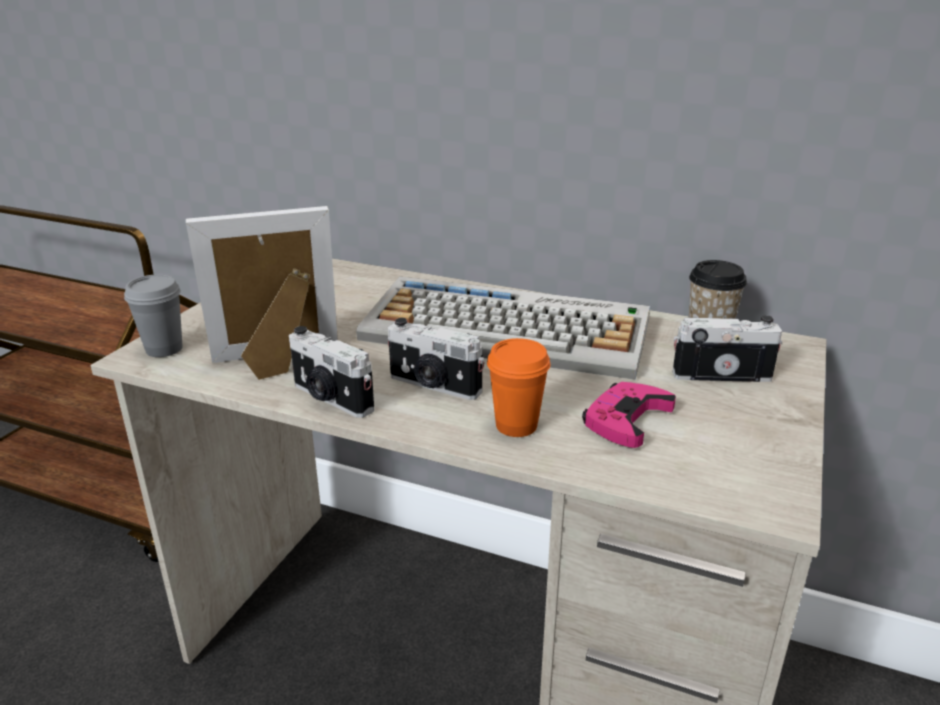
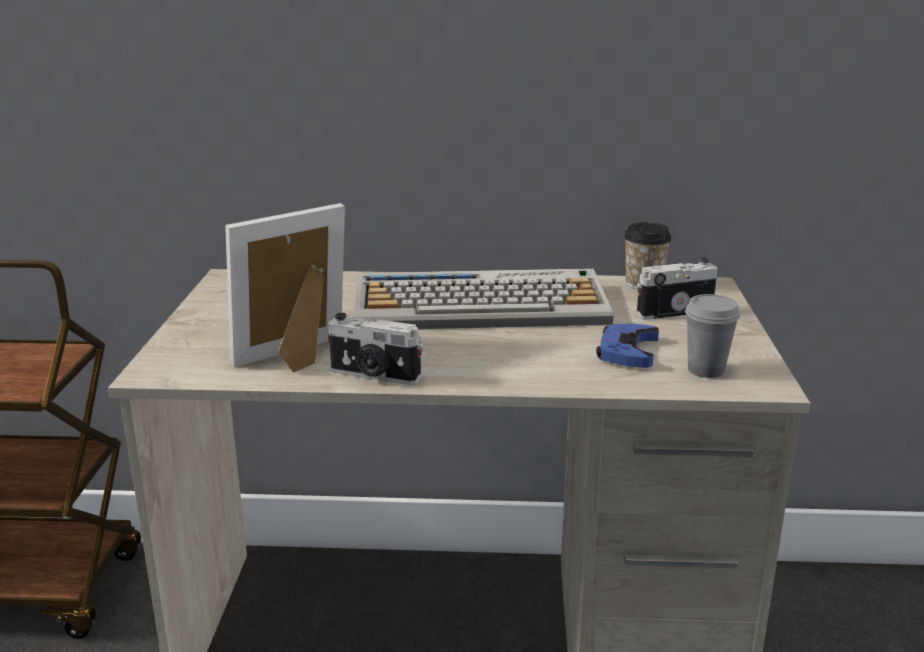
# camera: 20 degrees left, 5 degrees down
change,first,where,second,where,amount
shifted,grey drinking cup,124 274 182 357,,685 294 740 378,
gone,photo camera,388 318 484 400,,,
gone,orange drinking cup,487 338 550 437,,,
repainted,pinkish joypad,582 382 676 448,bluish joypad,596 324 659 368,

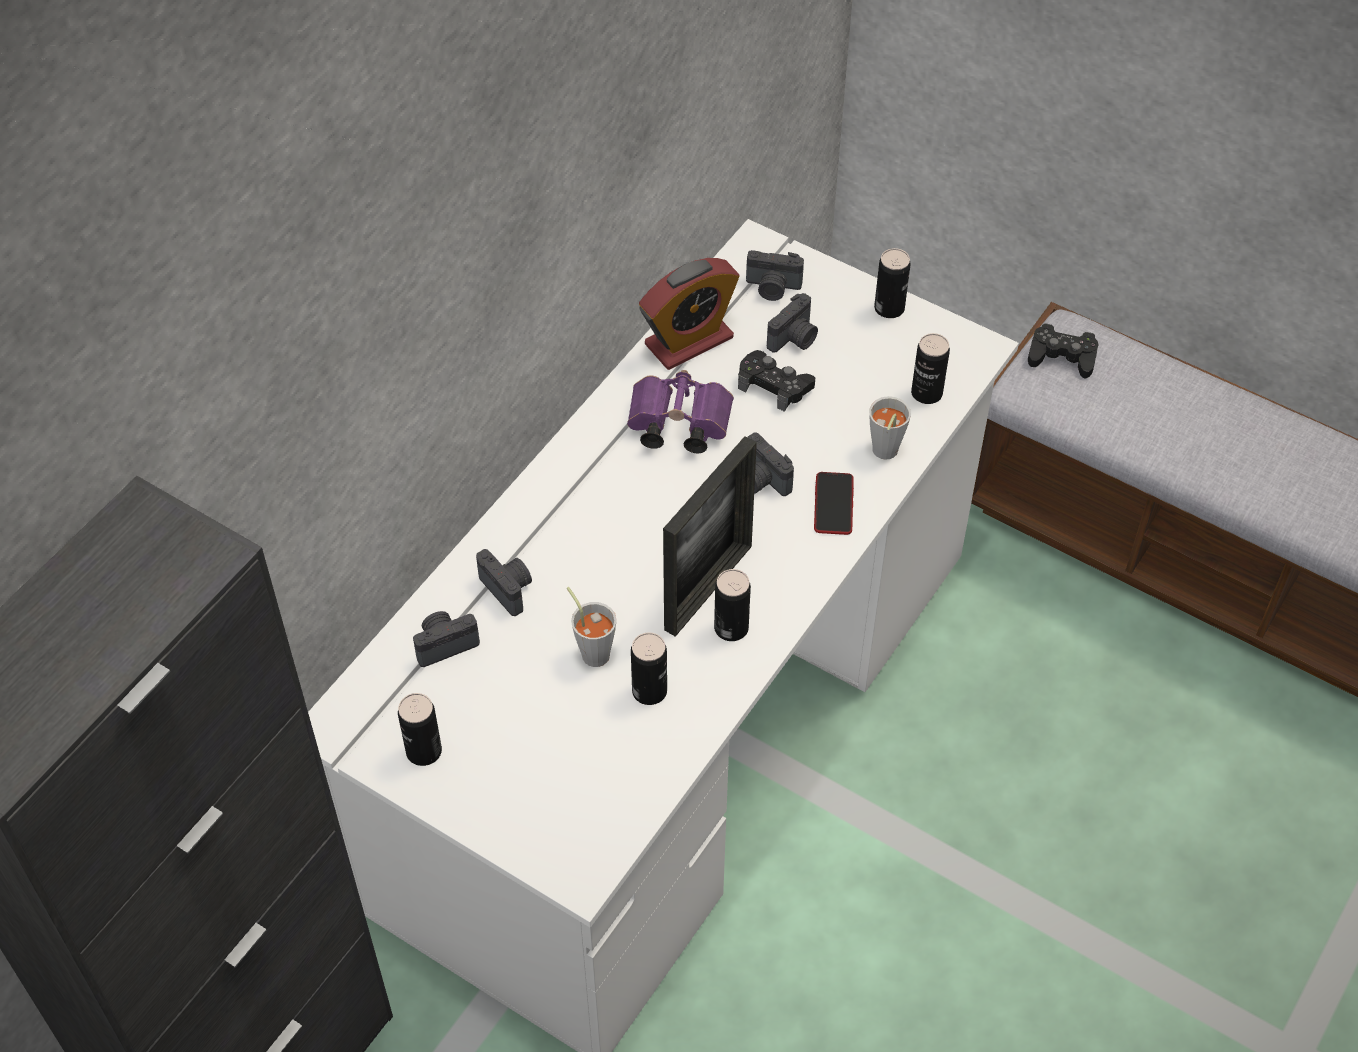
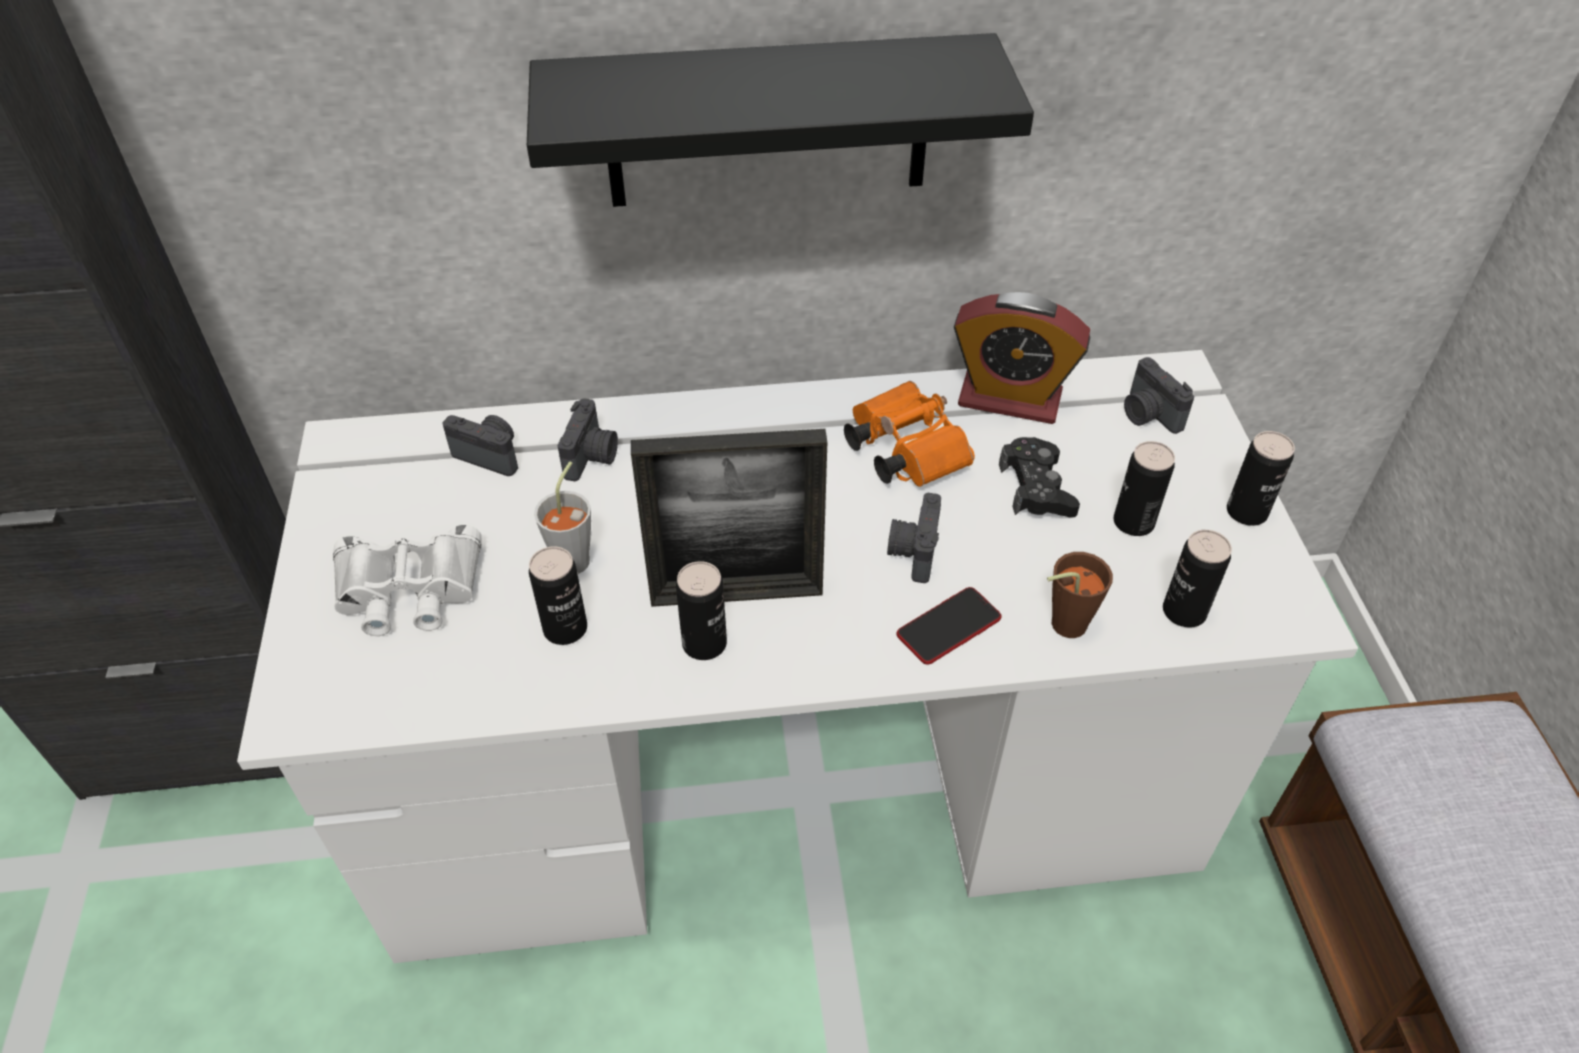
# camera: 50 degrees right, 5 degrees down
change,first,where,second,where,amount
shifted,metal can,398 693 442 766,,1113 441 1175 536,
repainted,purple field glasses,627 370 734 453,orange field glasses,844 381 975 487,
gone,photo camera,767 293 818 353,,,
repainted,grey drinking cup,869 396 911 460,brownish drinking cup,1047 552 1113 638,
gone,black-coloured joypad,1028 323 1098 379,,,
new,,,white field glasses,333 525 482 636,
new,,,black-coloured shelf,527 33 1034 207,

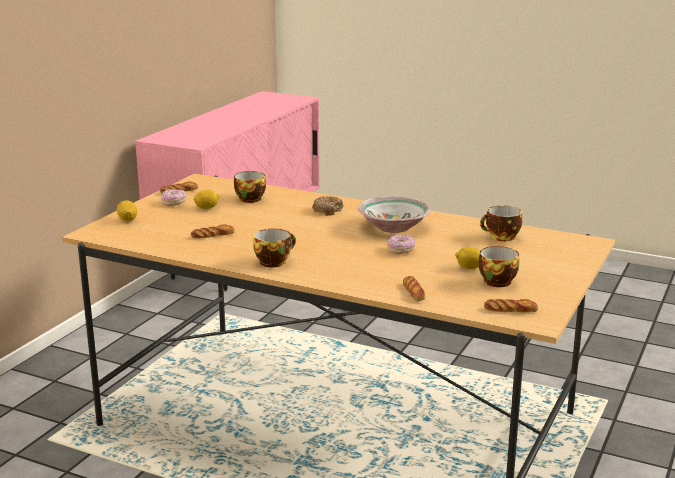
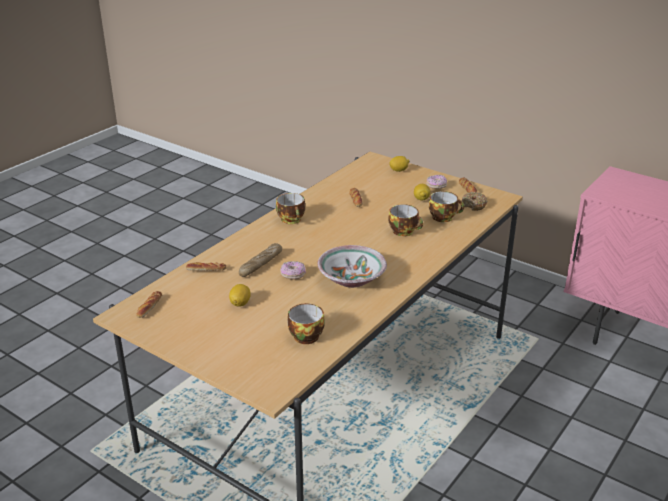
# camera: 100 degrees right, 10 degrees up
change,first,where,second,where,amount
shifted,doughnut,312 196 343 216,,462 192 488 211,
shifted,drinking cup,479 246 519 287,,388 204 423 237,
new,,,bread,239 243 282 277,

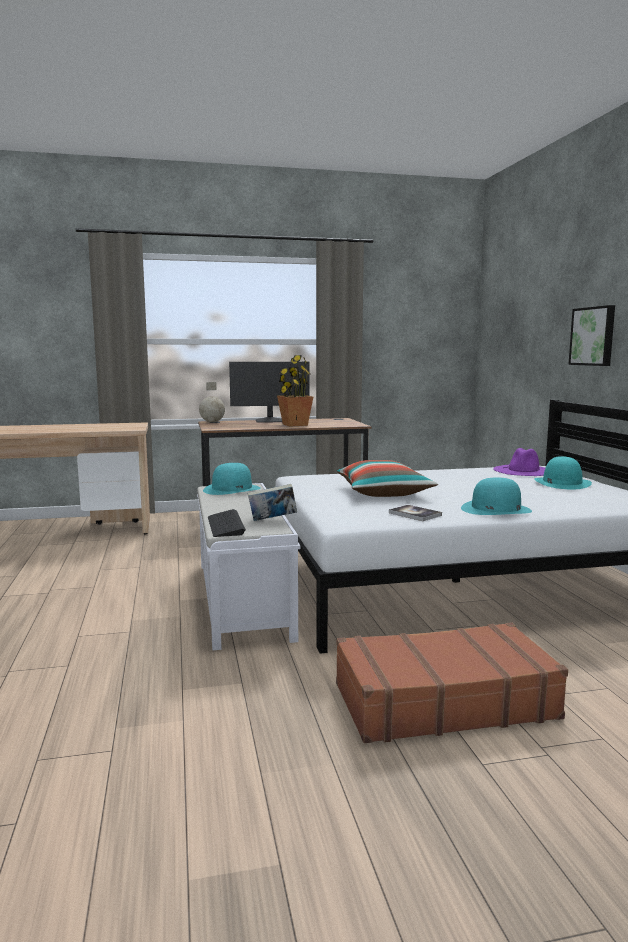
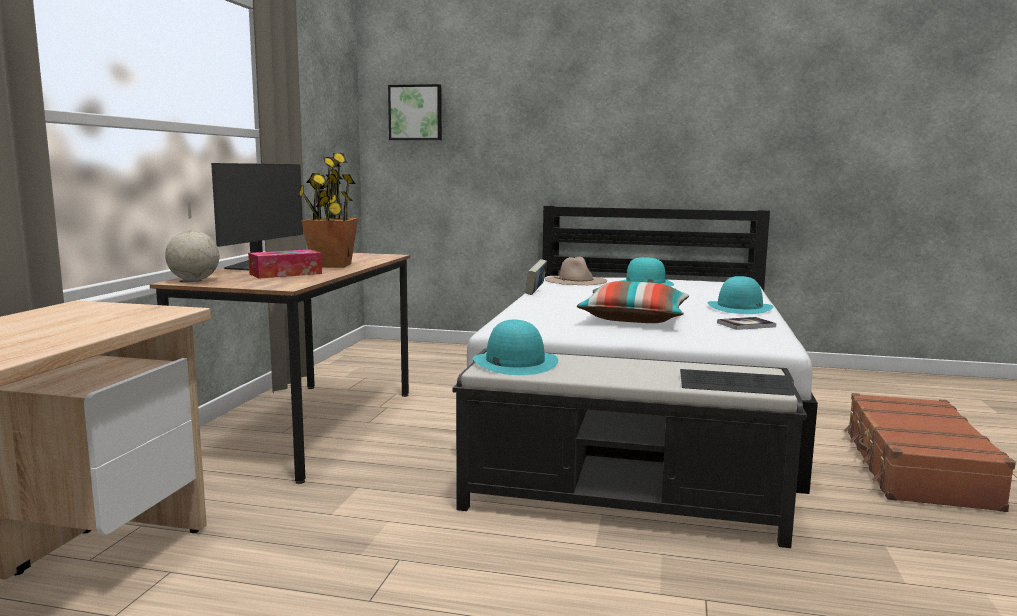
# camera: 65 degrees left, 0 degrees up
change,first,where,second,where,amount
repainted,white indoor bench,197 483 301 650,black-coloured indoor bench,453 348 807 548,
shifted,bound book,248 484 297 521,,525 259 547 295,
repainted,purple hat,493 448 545 476,beige-coloured hat,545 257 607 285,
shifted,wall picture,568 305 615 366,,388 84 442 140,
new,,,tissue holder,248 250 322 279,

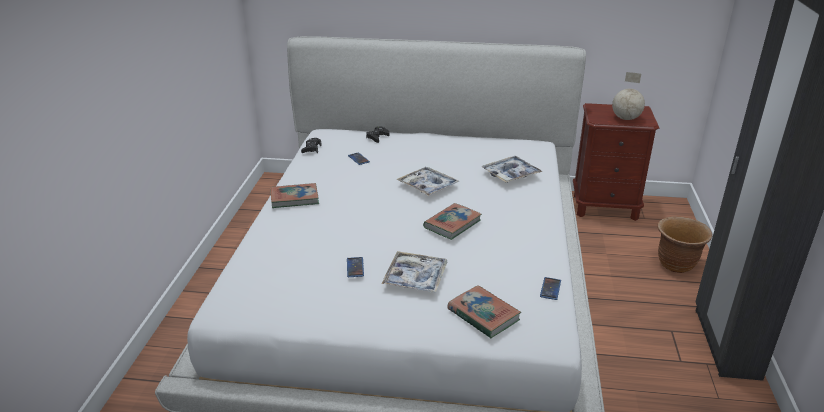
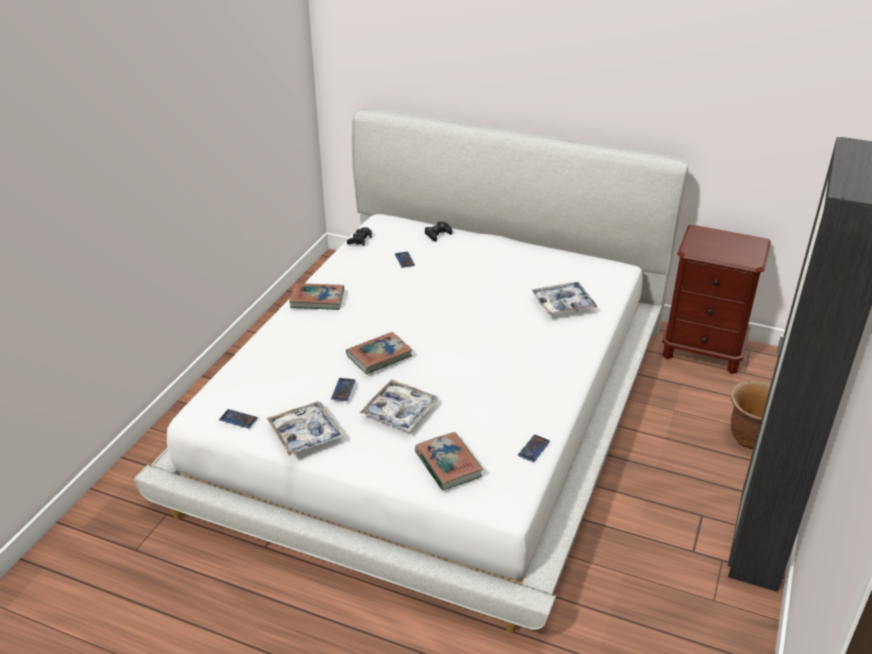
# camera: 15 degrees right, 5 degrees up
change,first,where,second,where,amount
shifted,serving tray,396 167 459 196,,267 401 345 456,
shifted,bound book,423 203 482 240,,346 332 412 374,
gone,world globe,612 72 645 120,,,
new,,,telephone,219 409 258 429,

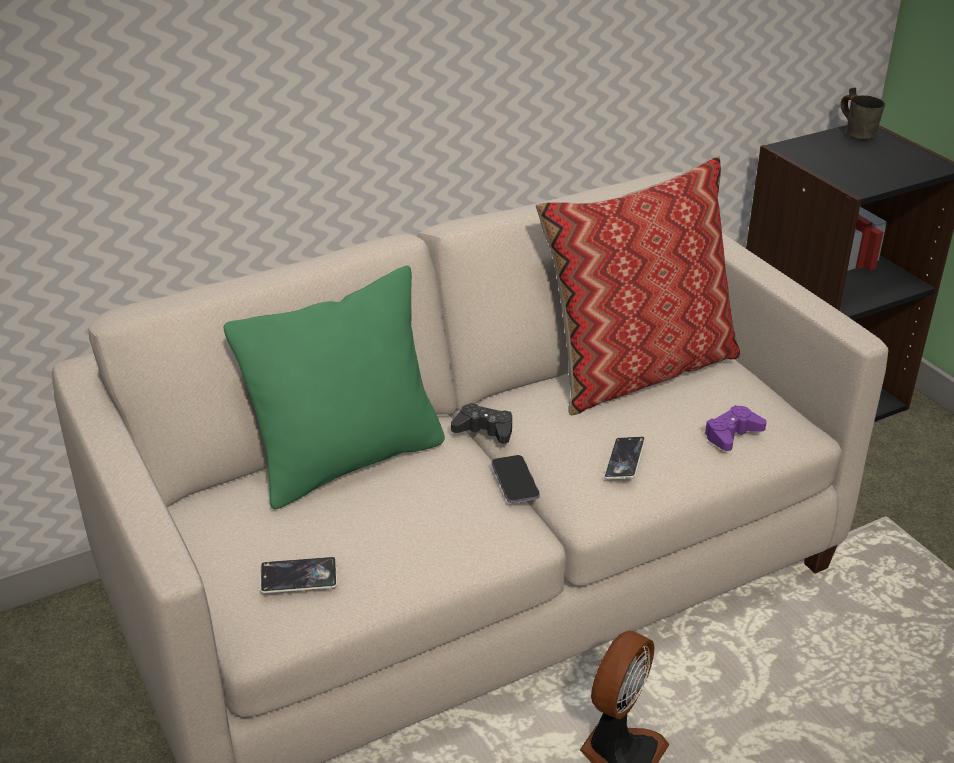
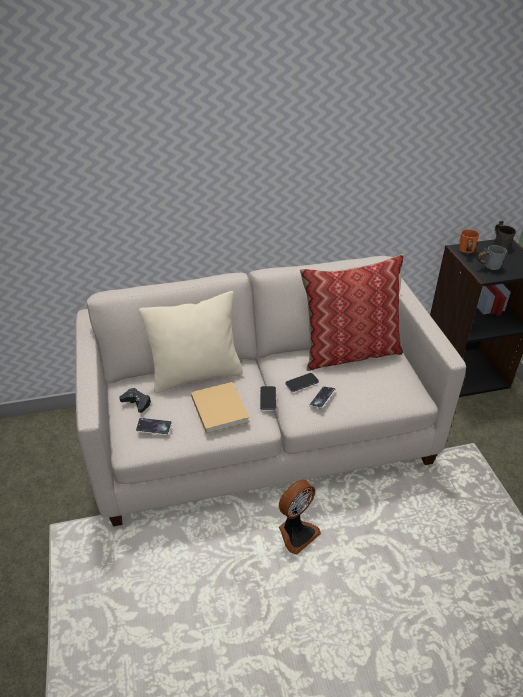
# camera: 15 degrees right, 5 degrees up
change,first,where,second,where,amount
repainted,green pillow,224 265 445 509,beige-coloured pillow,139 291 243 393,
shifted,black-coloured joypad,451 403 512 444,,119 388 151 413,
gone,purple joypad,704 405 767 451,,,
new,,,beige-coloured bound book,191 382 250 433,
new,,,telephone,286 373 319 392,
new,,,orange tea mug,459 229 479 253,
new,,,grey tea mug,477 245 507 270,

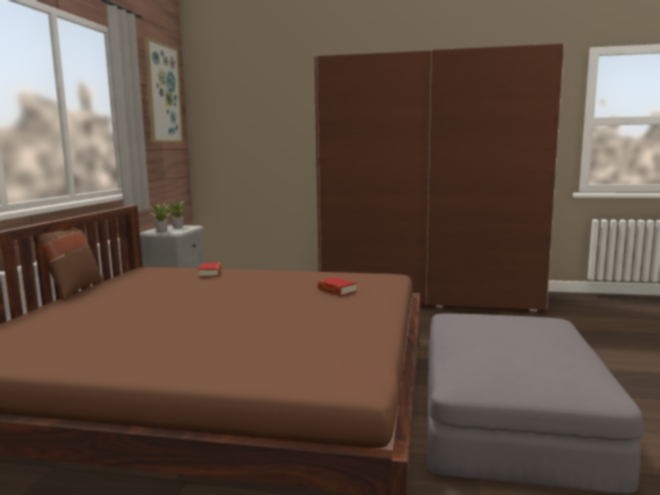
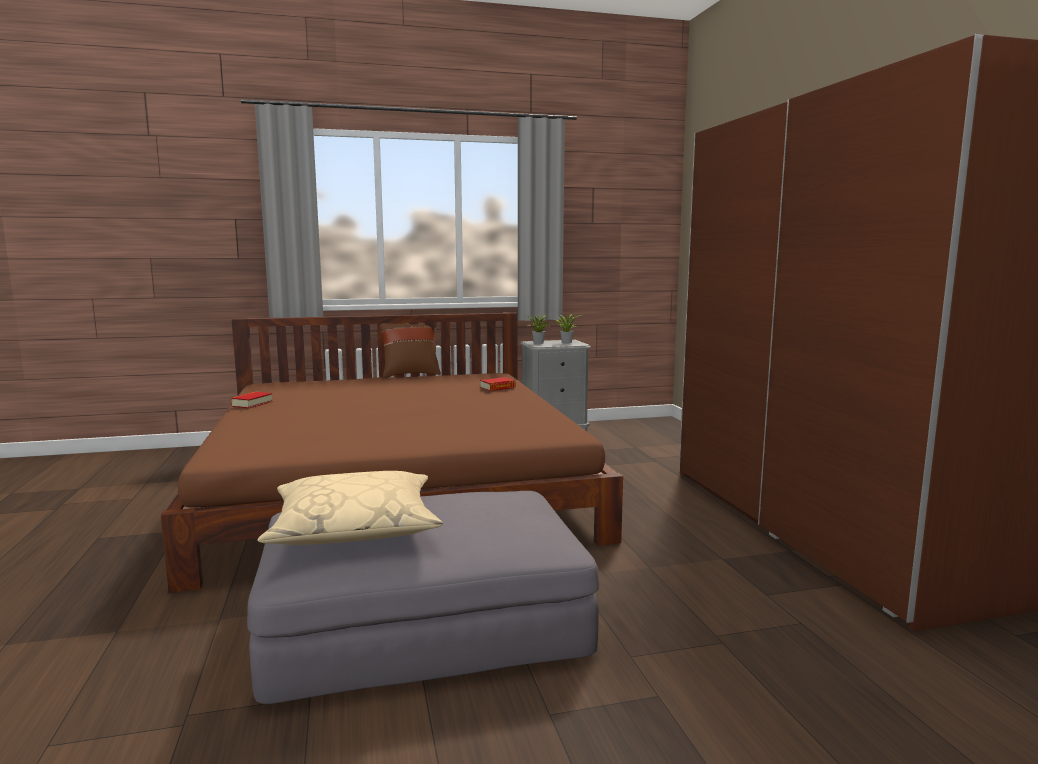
# camera: 65 degrees right, 0 degrees up
change,first,where,second,where,amount
gone,wall picture,144 37 183 142,,,
shifted,bound book,318 277 357 296,,231 392 273 408,
new,,,beige-coloured pillow,258 471 443 545,

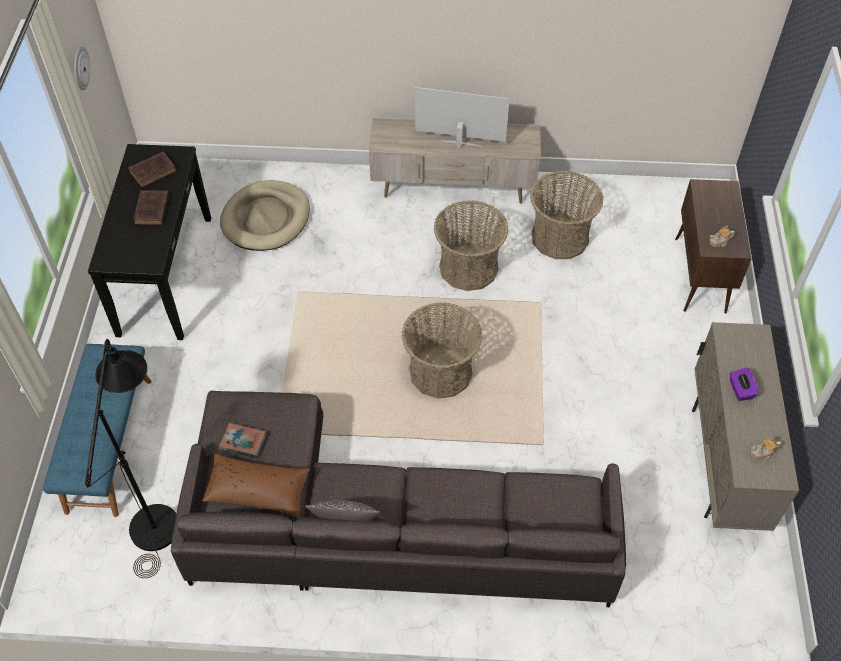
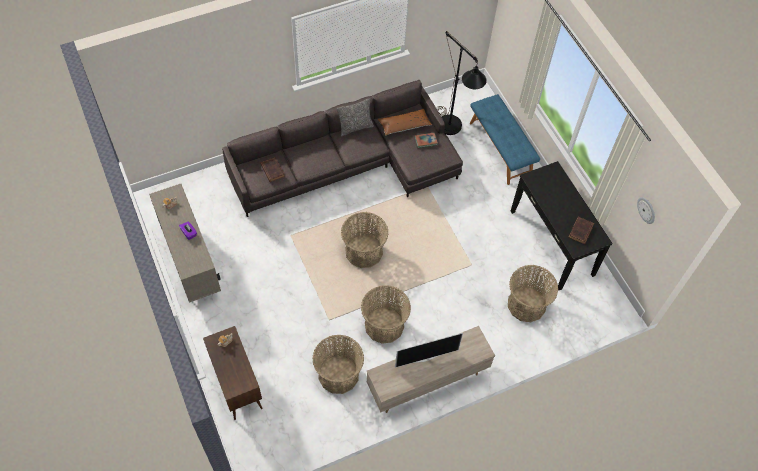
# camera: 150 degrees right, 5 degrees up
change,first,where,second,where,amount
shifted,brownish bound book,133 190 169 225,,260 157 285 182,
swapped,beige-coloured dog bed,220 180 310 251,basket,508 265 558 322,

